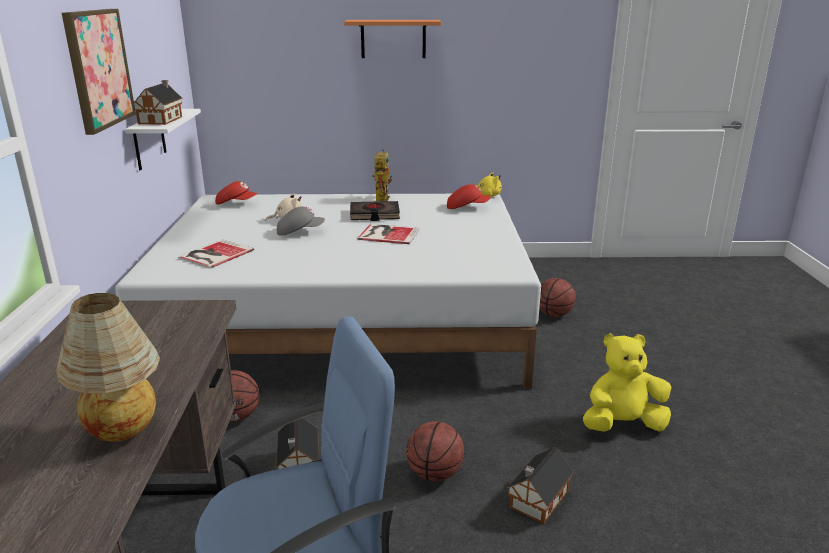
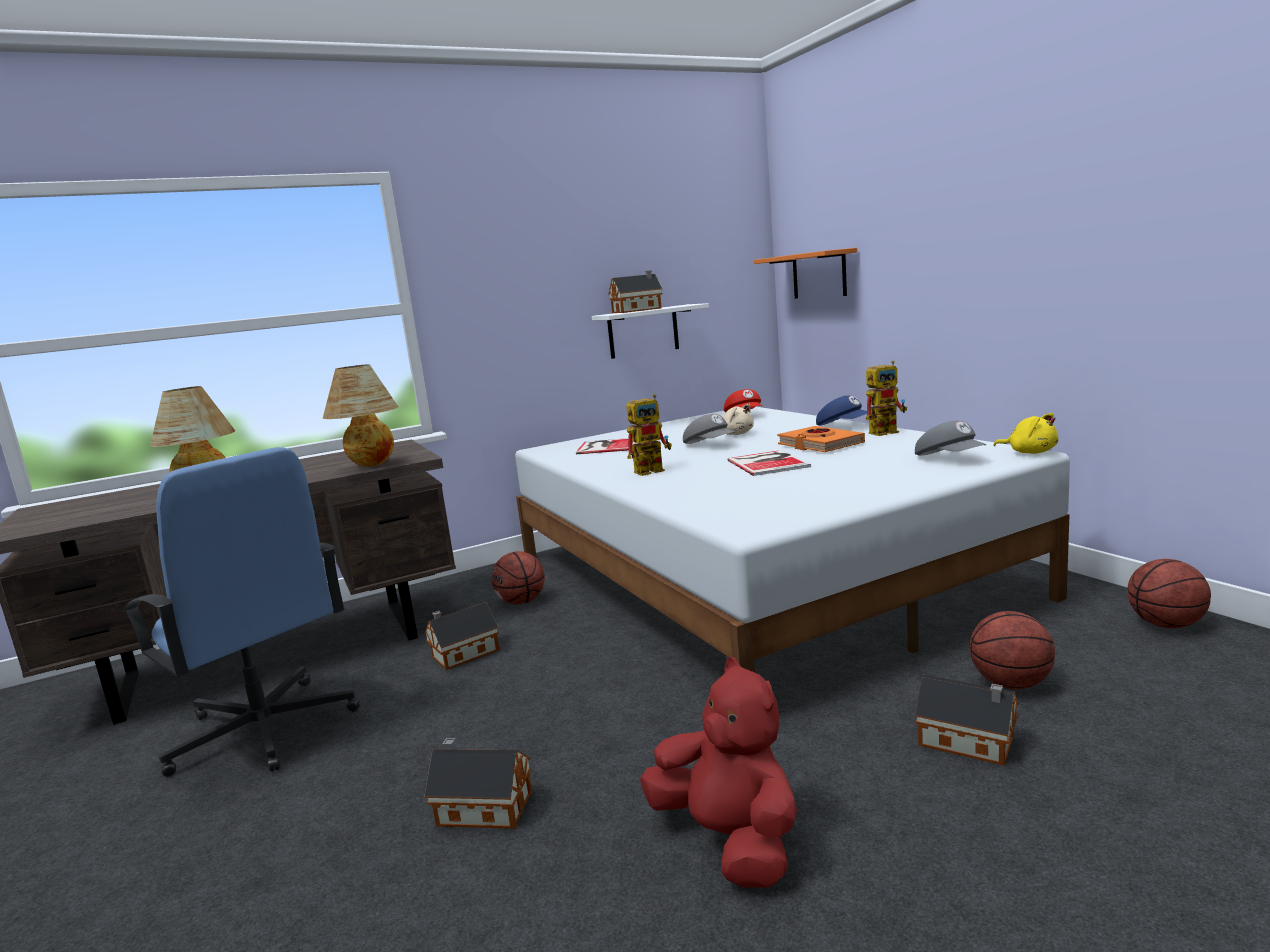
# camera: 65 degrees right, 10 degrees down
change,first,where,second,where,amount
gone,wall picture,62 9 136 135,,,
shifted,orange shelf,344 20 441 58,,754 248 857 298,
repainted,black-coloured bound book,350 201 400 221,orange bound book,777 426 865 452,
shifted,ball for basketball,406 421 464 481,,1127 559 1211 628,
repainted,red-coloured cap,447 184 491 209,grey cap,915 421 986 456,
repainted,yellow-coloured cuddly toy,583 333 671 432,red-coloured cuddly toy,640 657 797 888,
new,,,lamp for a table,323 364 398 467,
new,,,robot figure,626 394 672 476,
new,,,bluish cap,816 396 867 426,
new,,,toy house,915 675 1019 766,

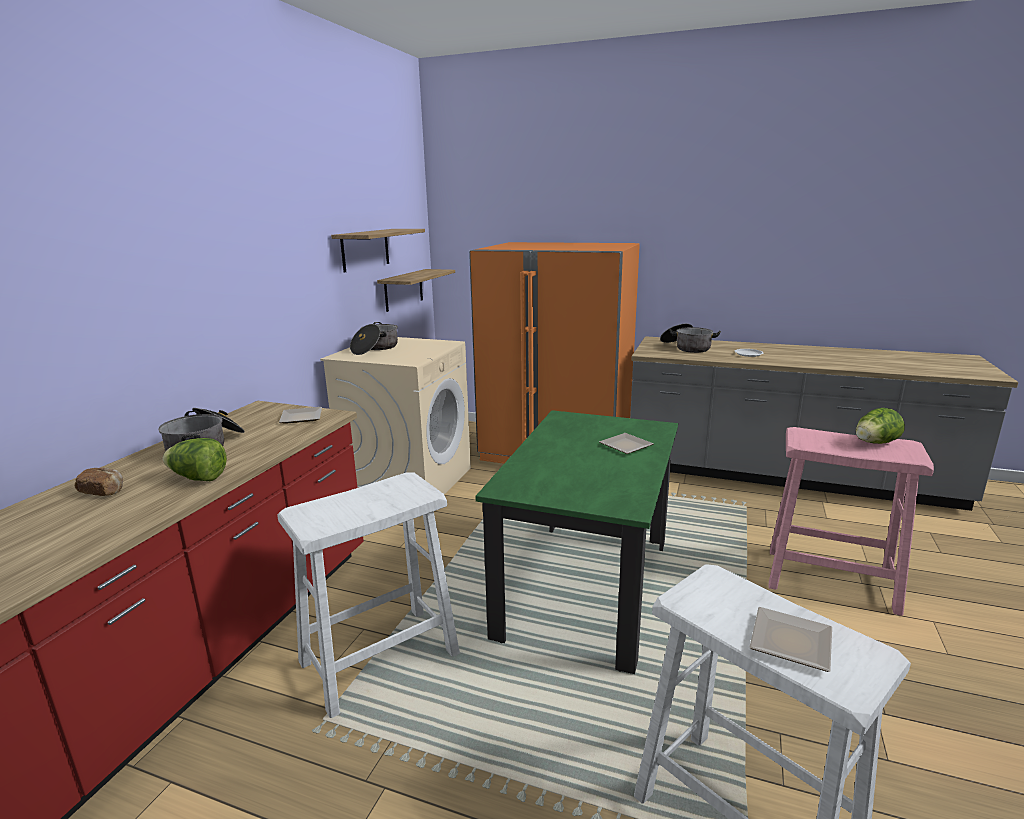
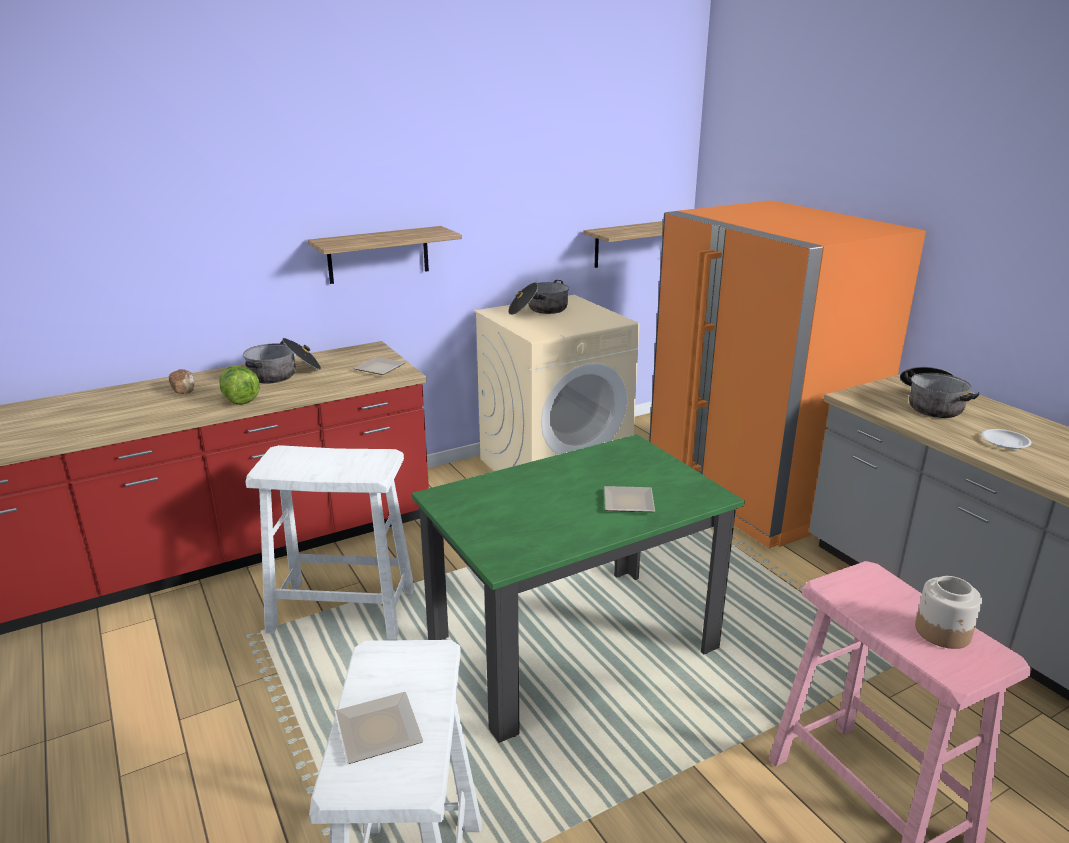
# camera: 40 degrees right, 5 degrees up
change,first,where,second,where,amount
shifted,shelf,331 229 425 272,,308 226 462 284,
swapped,head of lettuce,856 408 905 444,jar,915 576 982 649,

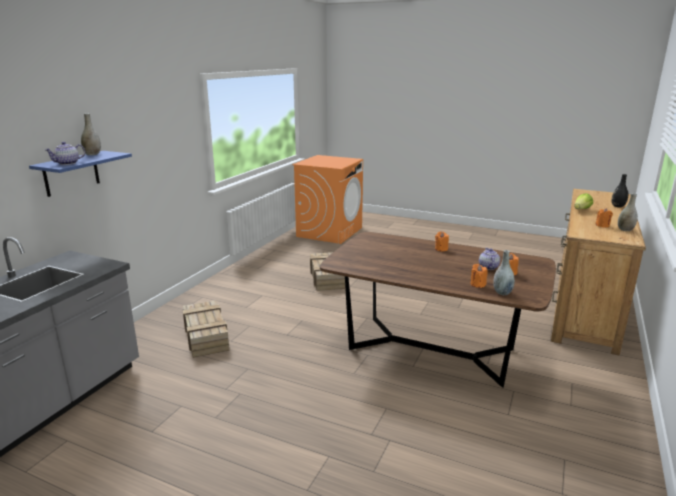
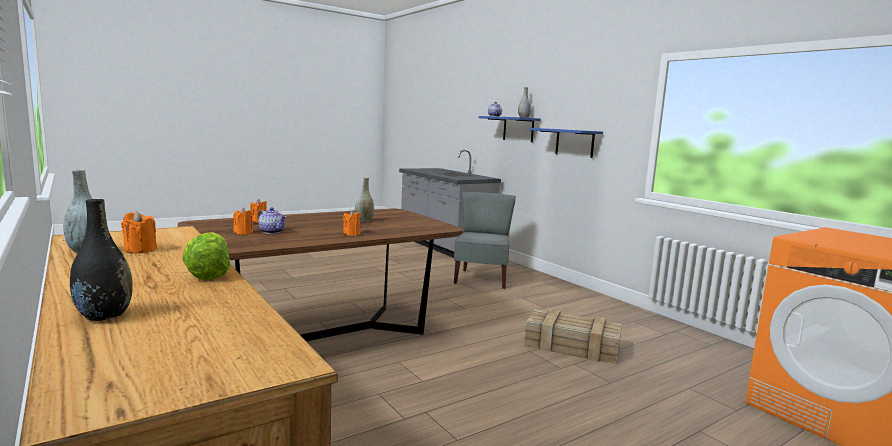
# camera: 120 degrees right, 10 degrees down
change,first,where,second,where,amount
swapped,crate,183 300 229 358,grey plain chair,454 192 516 289,
shifted,grey decorative vase,493 250 515 295,,355 177 374 222,
new,,,bluish shelf,529 128 603 158,

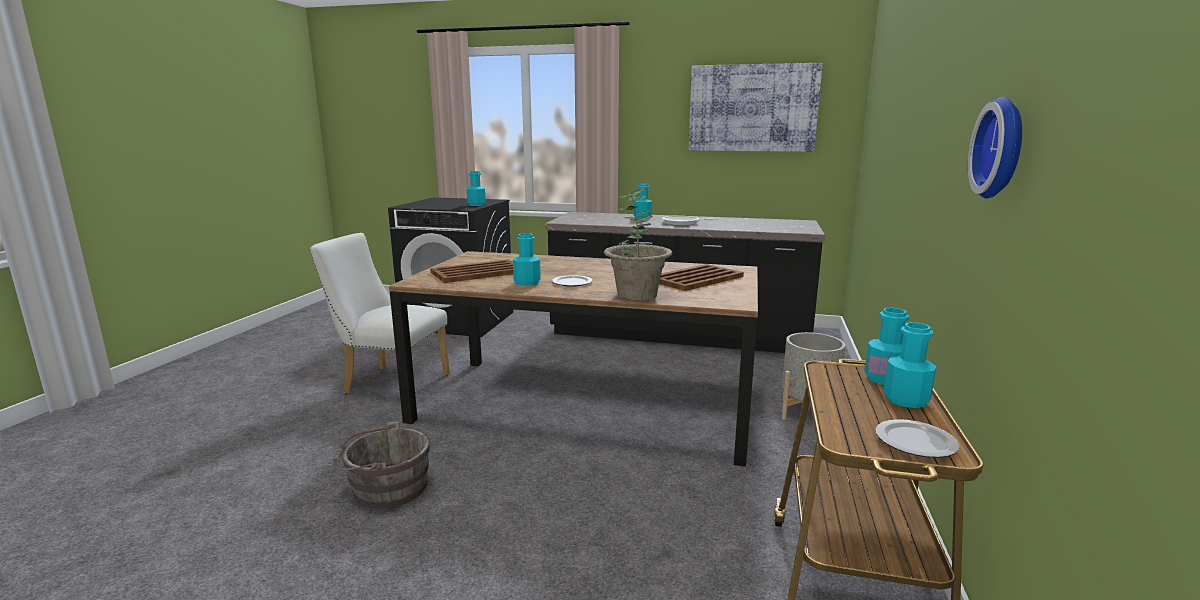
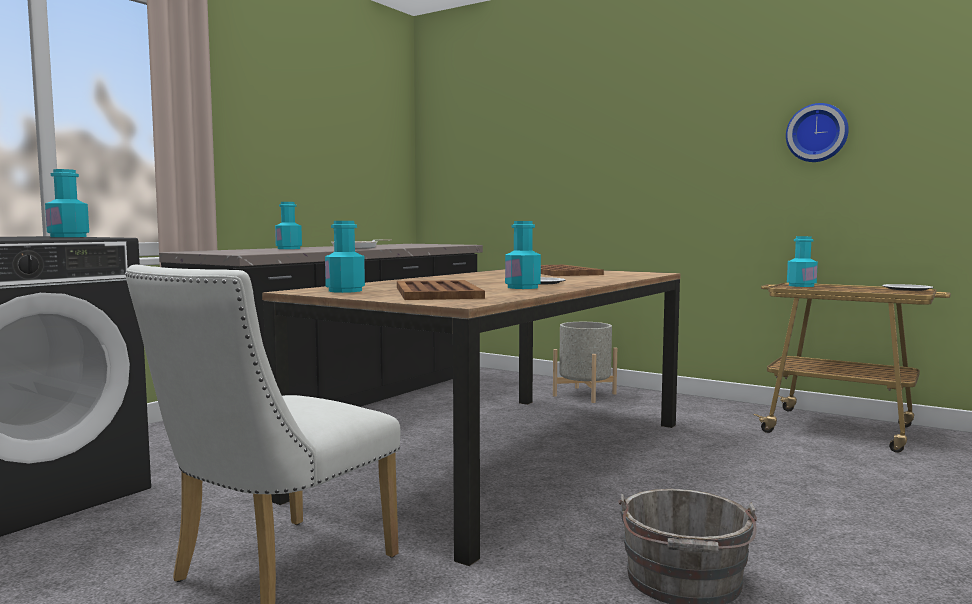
# camera: 70 degrees left, 10 degrees down
change,first,where,second,where,amount
gone,potted plant,604 188 672 300,,,
gone,wall picture,689 63 823 152,,,
shifted,turquoise drink bottle,884 322 936 408,,325 221 365 293,

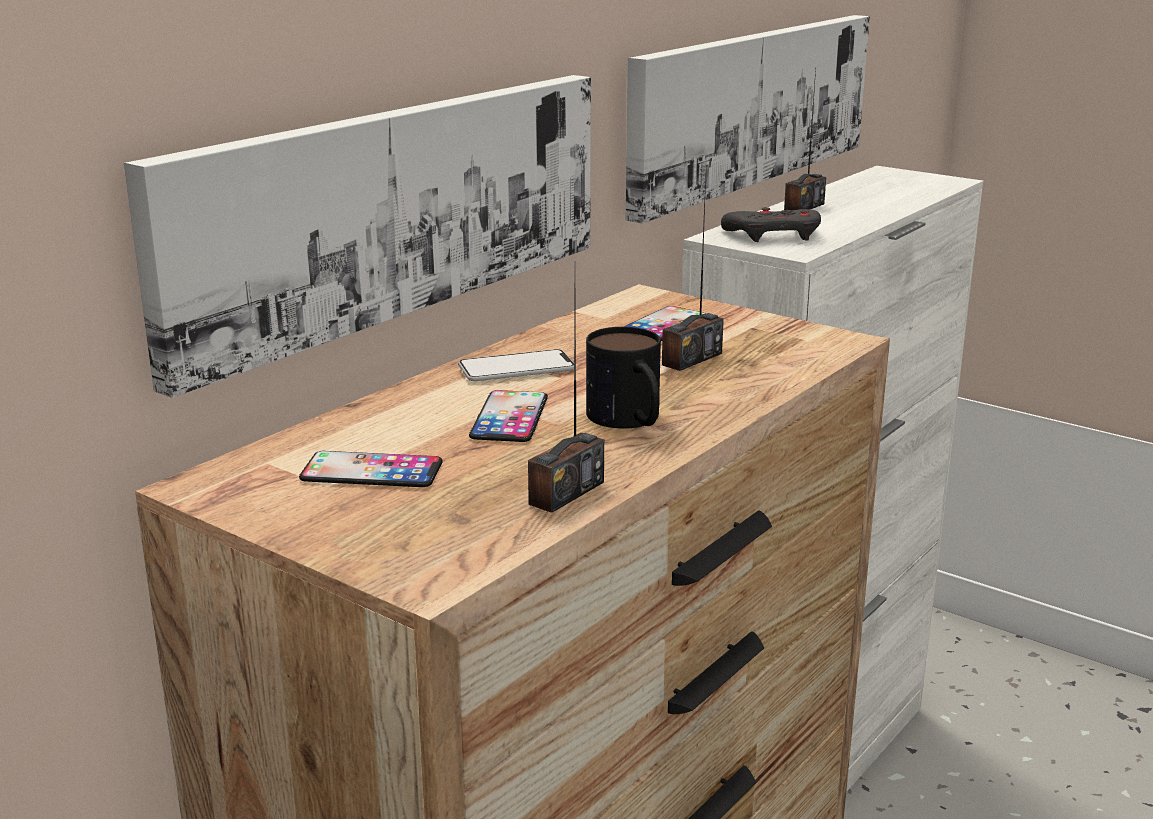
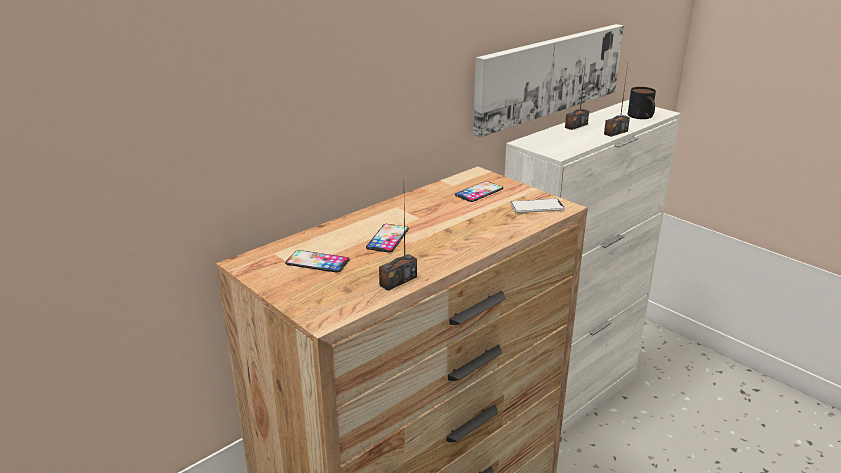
# camera: 10 degrees right, 5 degrees up
change,first,where,second,where,amount
gone,wall picture,124 75 591 398,,,
shifted,telephone,458 349 574 381,,510 199 565 213,
shifted,tea mug,586 327 661 429,,628 87 656 119,
shifted,radio receiver,662 176 724 371,,604 65 630 137,
gone,grey joypad,721 207 821 242,,,

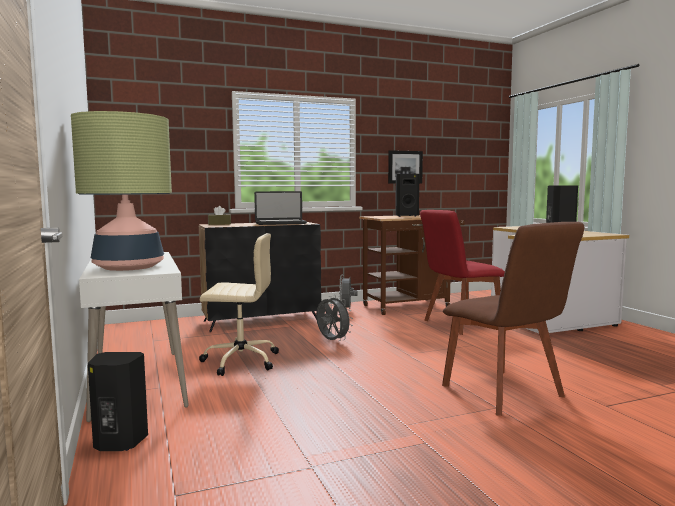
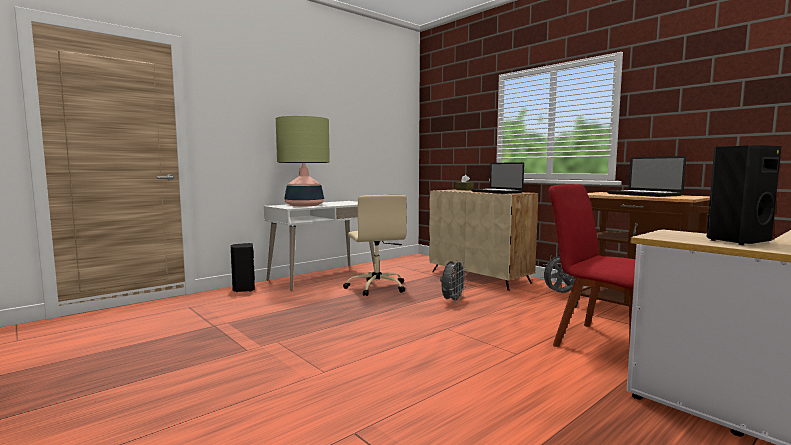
# camera: 70 degrees right, 0 degrees up
change,first,where,second,where,amount
repainted,black-coloured storage cabinet,199 222 321 332,beige-coloured storage cabinet,429 190 538 291,
gone,wall picture,388 150 423 184,,,
swapped,black-coloured audio speaker,395 174 419 217,notebook computer,607 156 686 197,
gone,brownish plain chair,442 222 584 416,,,

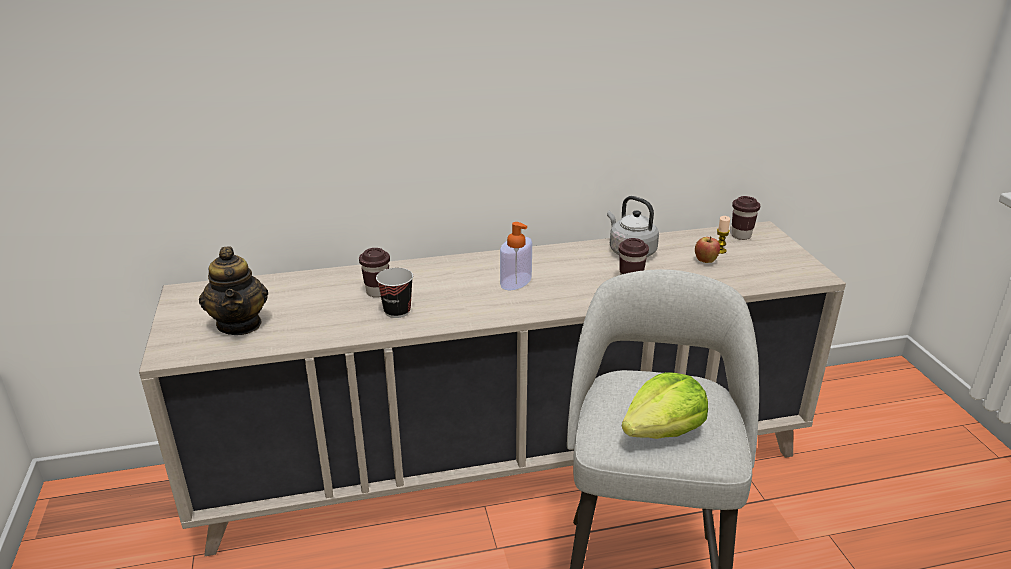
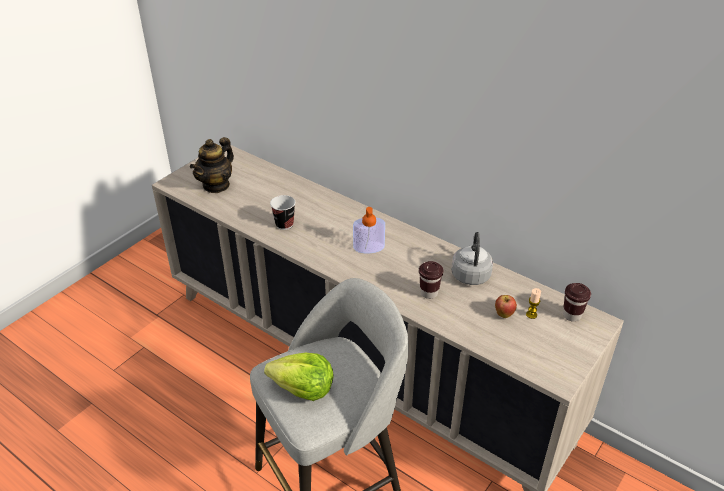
# camera: 50 degrees right, 10 degrees up
change,first,where,second,where,amount
gone,brownish drinking cup,359 248 390 297,,,

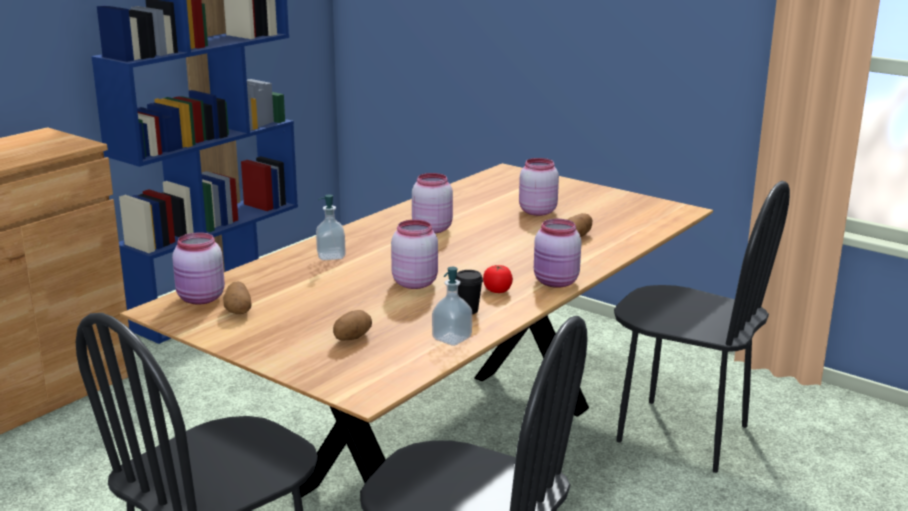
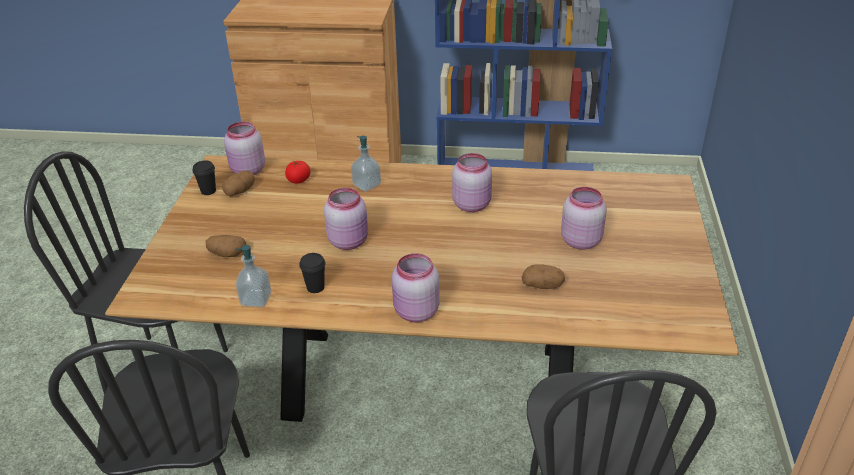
# camera: 60 degrees right, 15 degrees up
change,first,where,second,where,amount
shifted,tomato,483 265 513 293,,285 161 310 184,
new,,,black-coloured drinking cup,193 161 216 195,

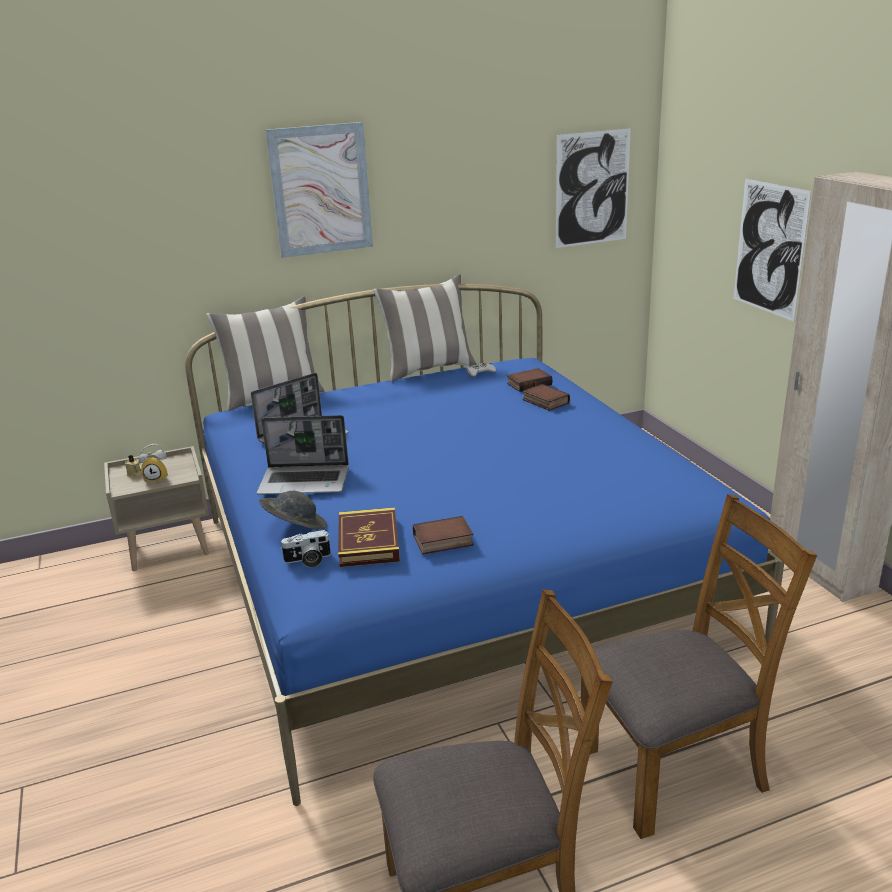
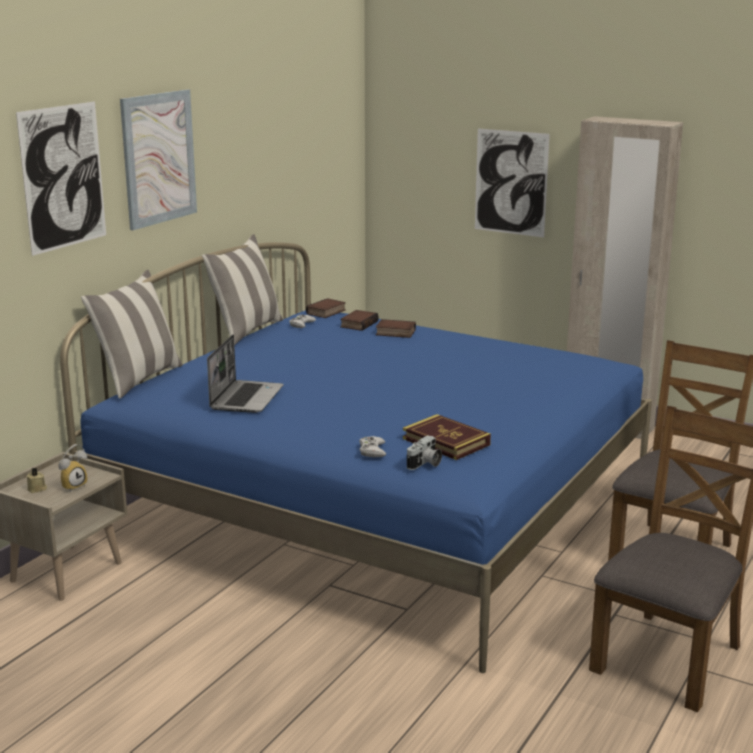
# camera: 40 degrees left, 5 degrees down
change,first,where,second,where,amount
gone,notebook computer,257 415 349 495,,,
swapped,grey hat,259 491 327 529,white joypad,359 436 386 457,
shifted,bound book,413 516 474 555,,306 298 346 318,
shifted,wall picture,556 128 631 248,,16 101 106 256,

